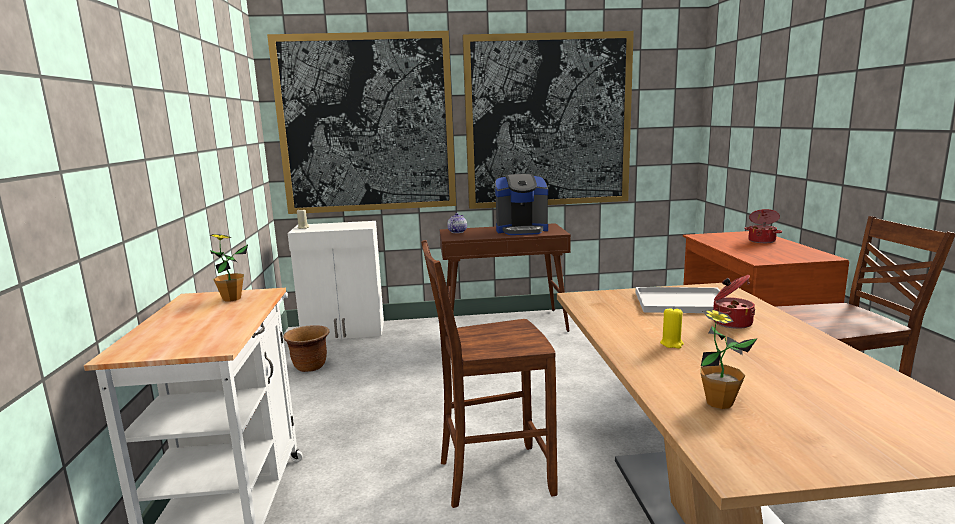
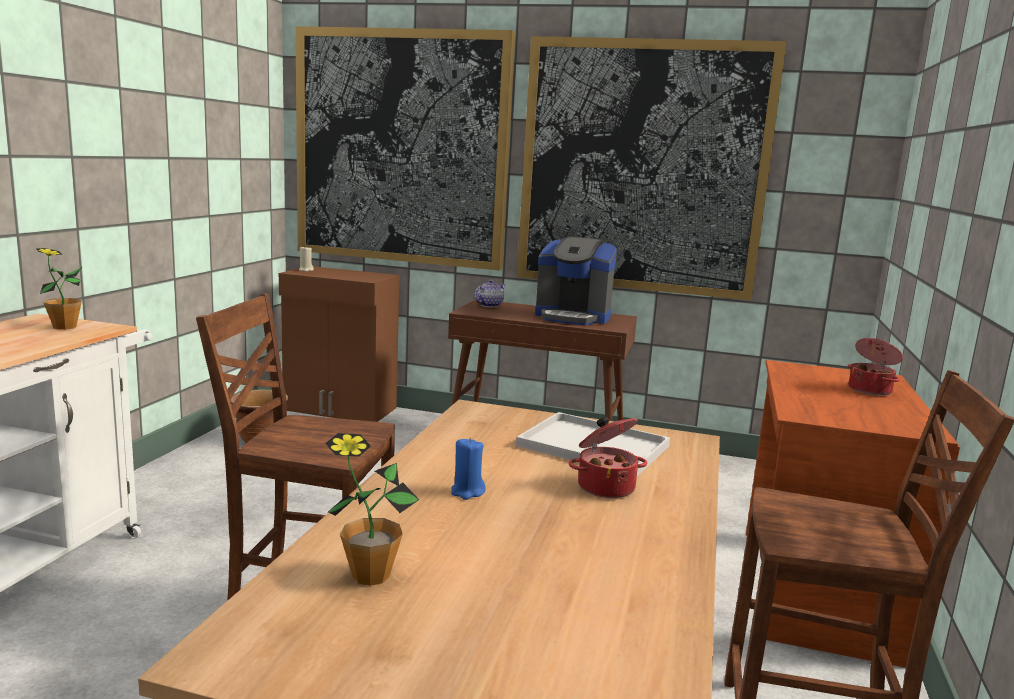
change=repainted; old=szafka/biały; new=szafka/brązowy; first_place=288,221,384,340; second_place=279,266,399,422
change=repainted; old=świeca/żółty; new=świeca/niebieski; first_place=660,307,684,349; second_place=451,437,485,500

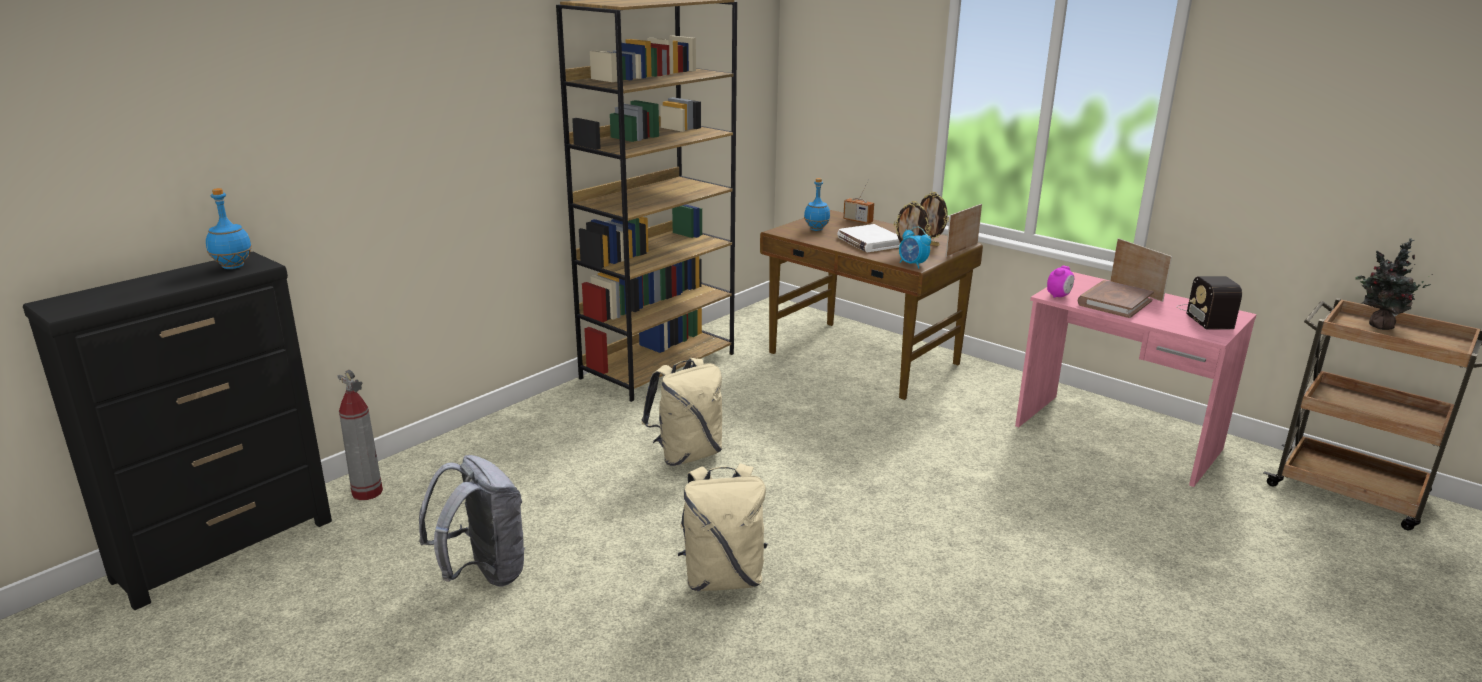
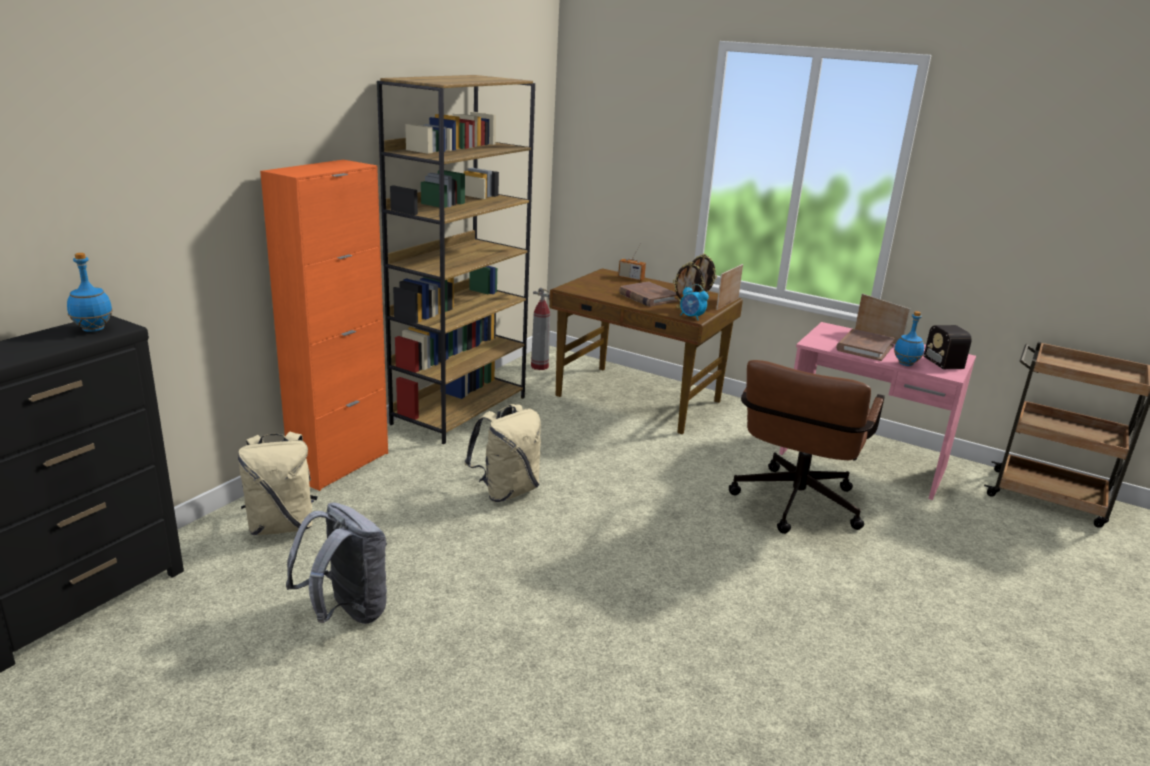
change=shifted; old=plecak/beżowy; first_place=678,463,768,591; second_place=238,432,318,535
change=new; new=szafka/pomarańczowy; second_place=260,160,388,491
change=shifted; old=gaśnica; first_place=337,370,383,500; second_place=531,288,550,370
change=repainted; old=książka/biały; new=książka/brązowy; first_place=837,224,900,252; second_place=619,281,679,307
change=new; new=krzesło biurowe/brązowy; second_place=729,360,885,534
change=shifted; old=butelka/niebieski; first_place=804,178,830,231; second_place=894,311,924,366
change=gone; old=budzik; first_place=1047,266,1074,298
change=gone; old=roślina doniczkowa; first_place=1355,238,1432,330

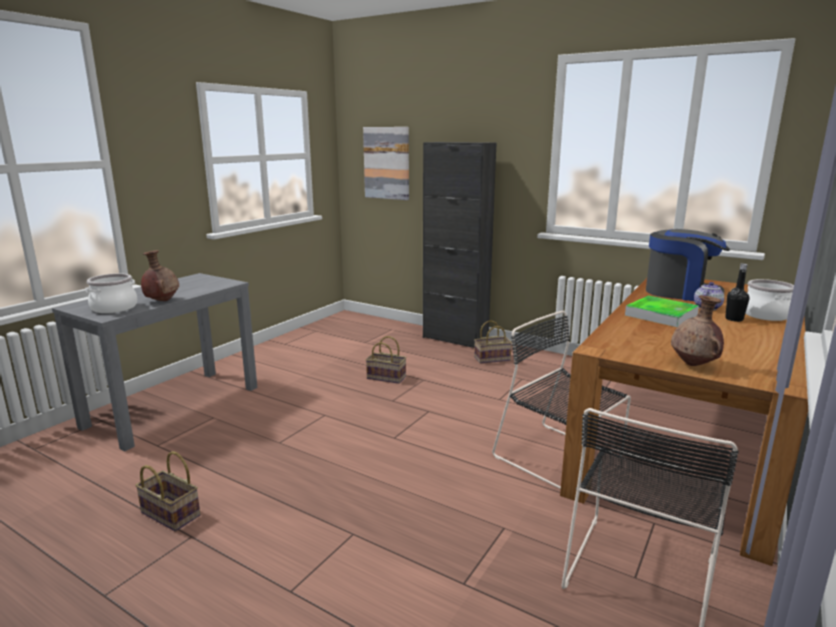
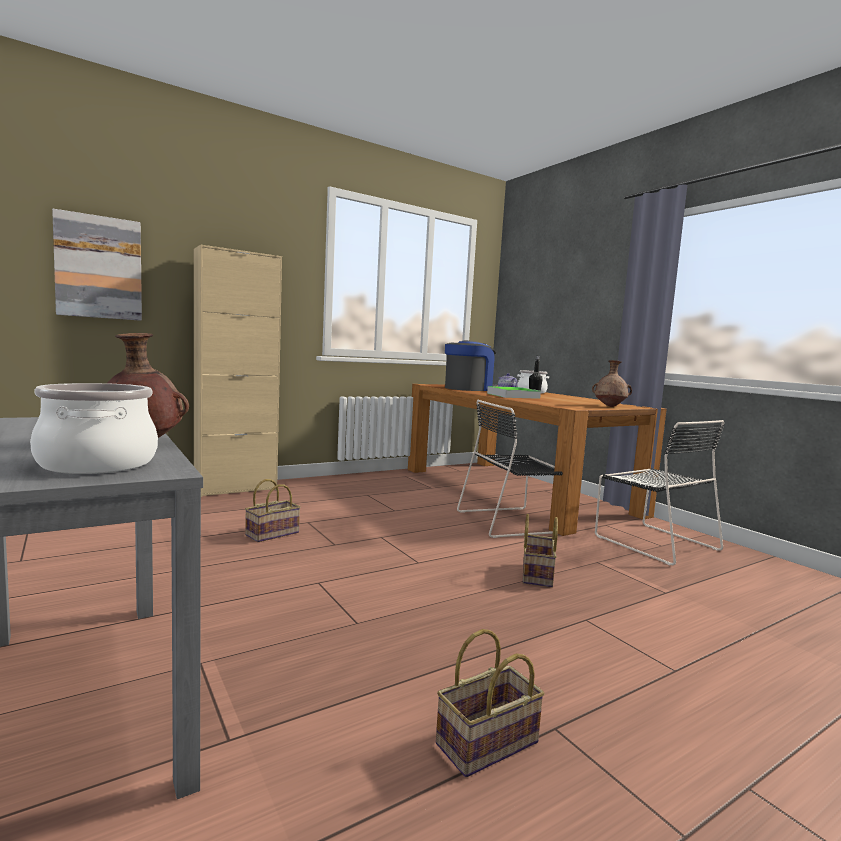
change=repainted; old=szafka/czarny; new=szafka/beżowy; first_place=423,142,496,348; second_place=194,245,282,497
change=shifted; old=koszyk; first_place=474,321,512,364; second_place=523,514,558,587

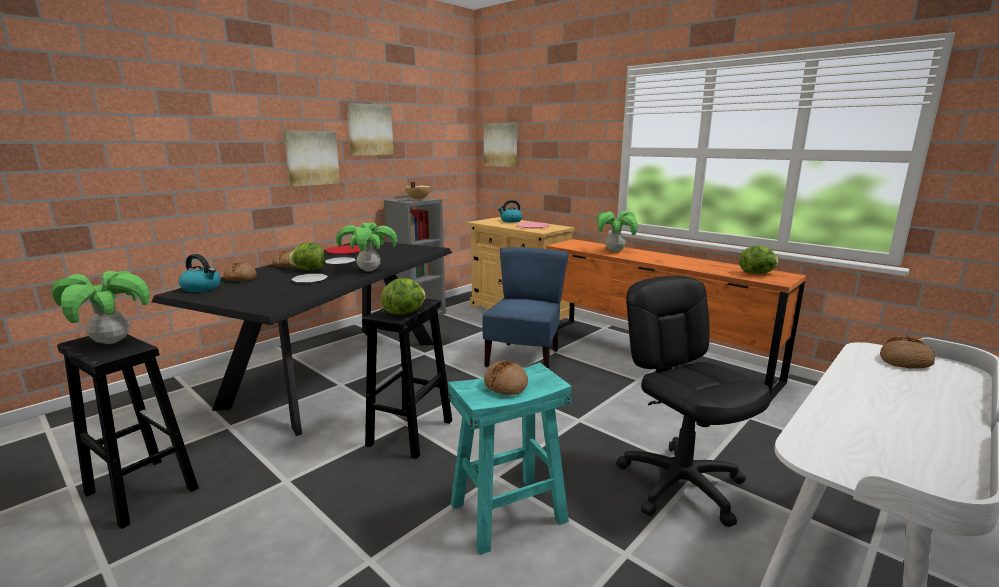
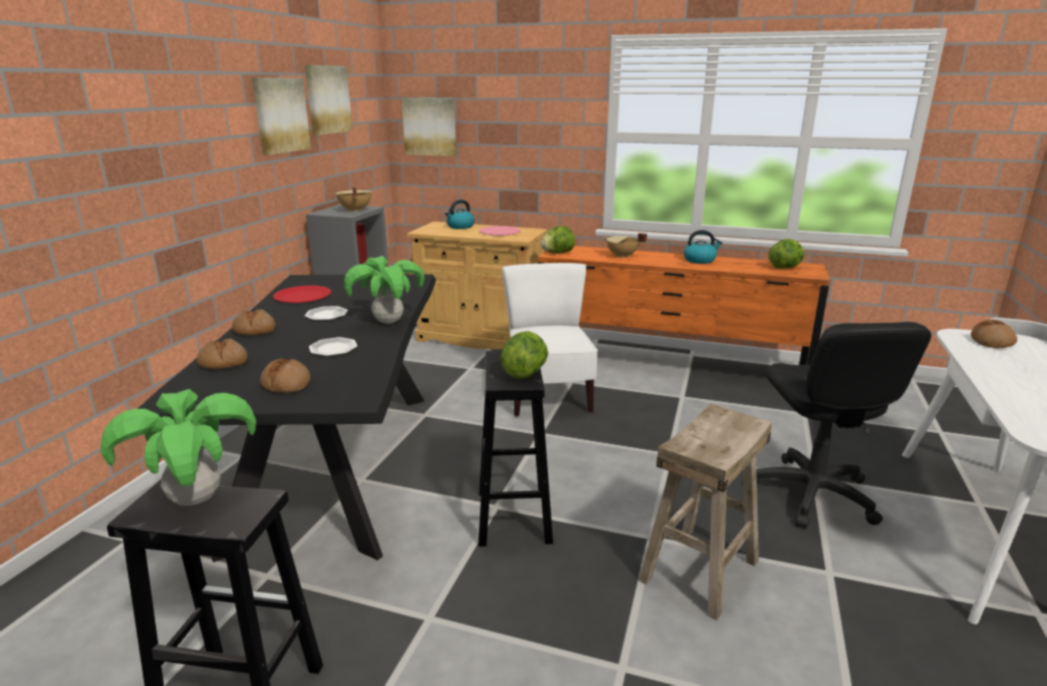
change=shifted; old=chleb; first_place=484,361,528,395; second_place=260,359,310,393
change=shifted; old=obraz; first_place=284,131,340,187; second_place=305,65,353,135
change=repainted; old=krzesło/niebieski; new=krzesło/biały; first_place=482,247,569,369; second_place=502,263,598,417
change=shifted; old=sałata; first_place=288,242,325,270; second_place=541,226,575,253
change=swapped; old=roślina doniczkowa; new=garnek/beżowy; first_place=597,211,638,252; second_place=603,233,647,258
change=repainted; old=stołek/turkusowy; new=stołek/beżowy; first_place=448,363,572,555; second_place=638,403,772,620
change=shifted; old=czajnik; first_place=178,254,221,292; second_place=684,230,722,264
change=rotated; old=krzesło biurowe/czarny; first_place=616,276,771,527; second_place=756,322,931,528; degrees=-135

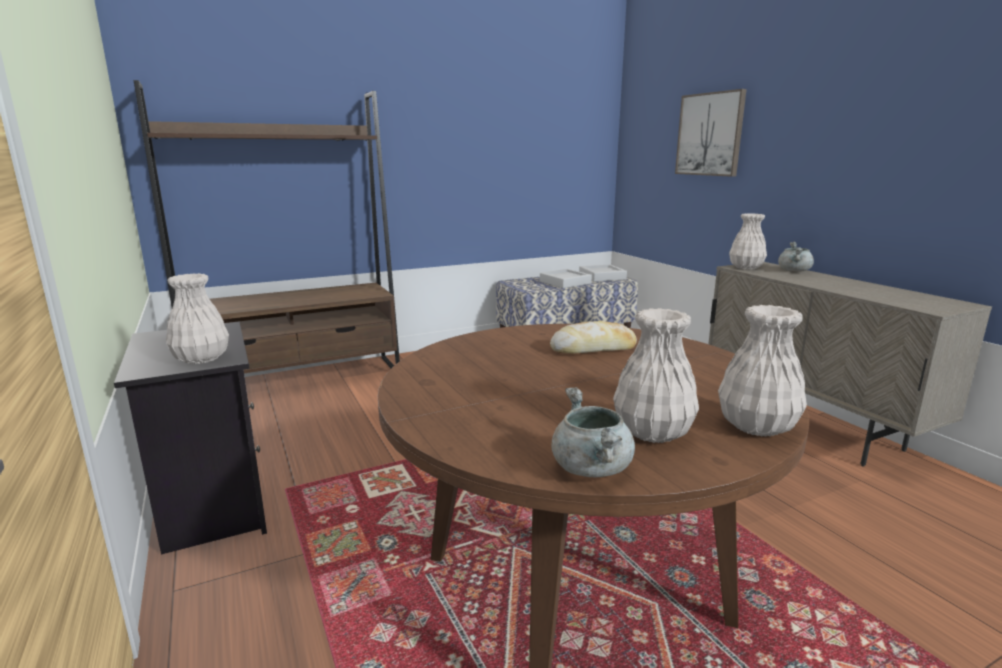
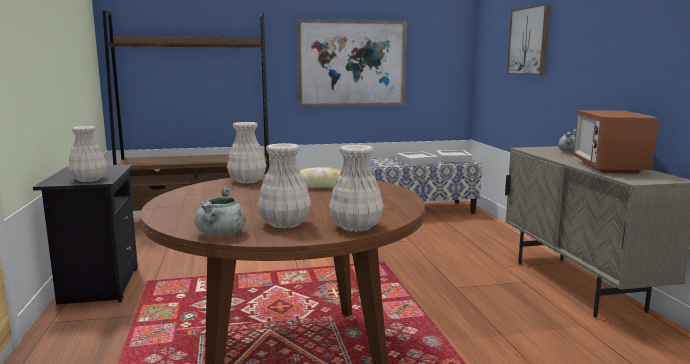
change=shifted; old=wazon/biały; first_place=729,213,767,269; second_place=227,122,266,184
change=new; new=obraz; second_place=297,19,407,107
change=new; new=mikrofalówka; second_place=574,110,659,174

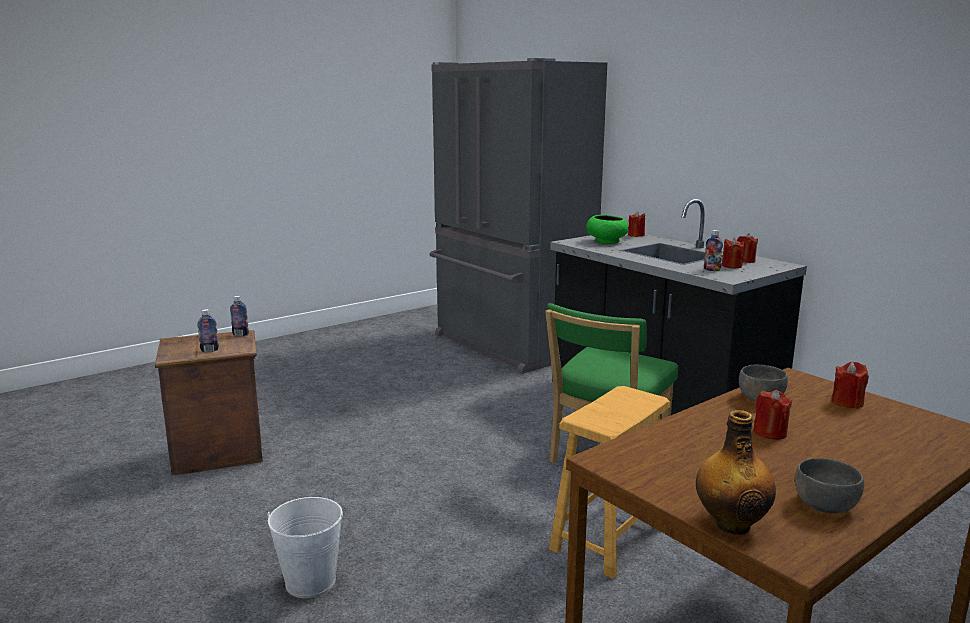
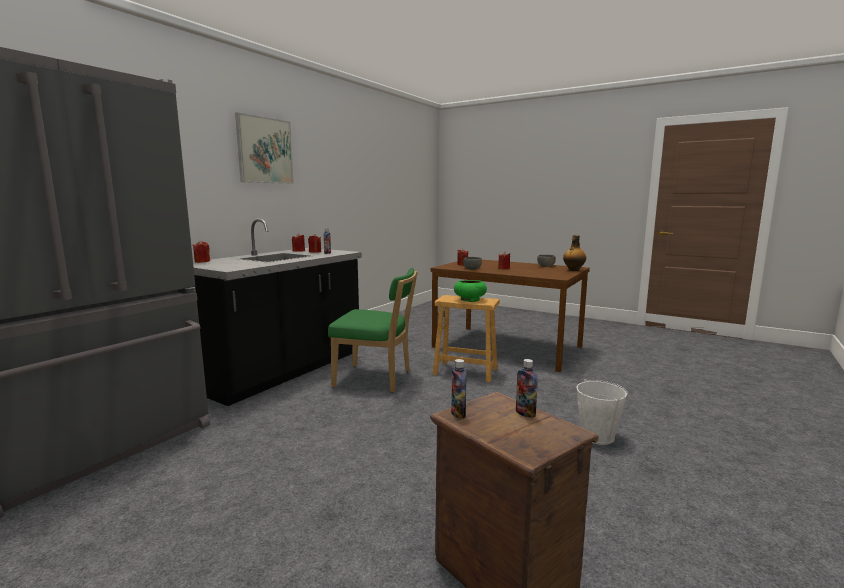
change=new; new=obraz; second_place=235,112,294,184
change=shifted; old=miska/zielony; first_place=586,215,629,244; second_place=454,280,487,302

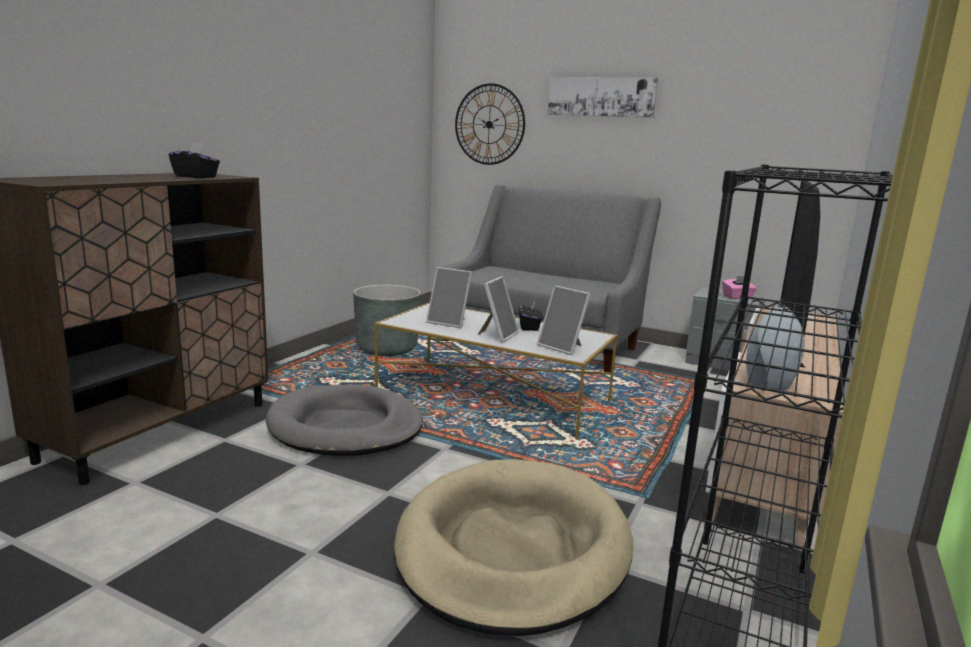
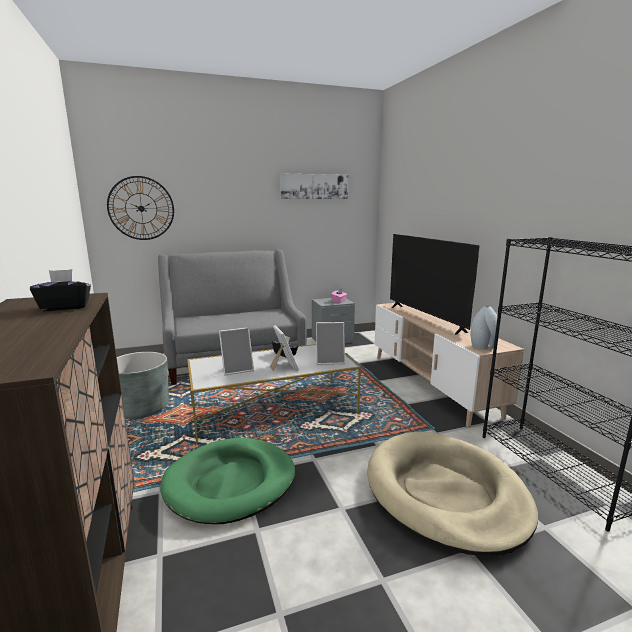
change=repainted; old=legowisko/szary; new=legowisko/zielony; first_place=266,385,423,456; second_place=160,438,295,524
change=shifted; old=obraz; first_place=548,77,658,118; second_place=280,173,348,199

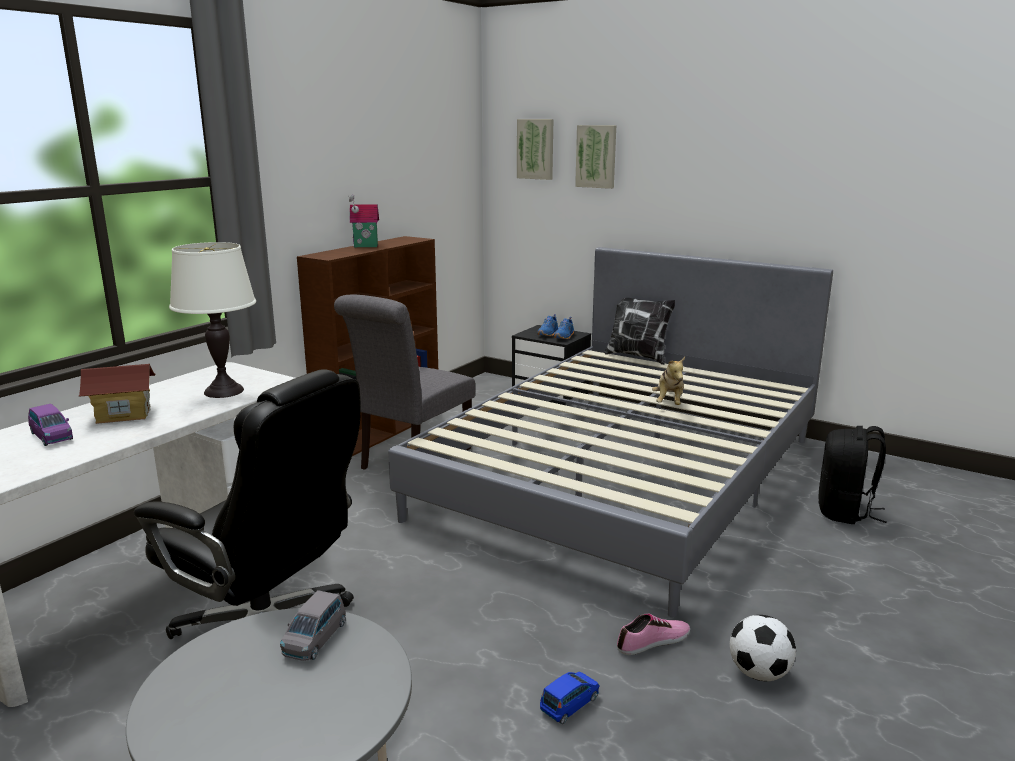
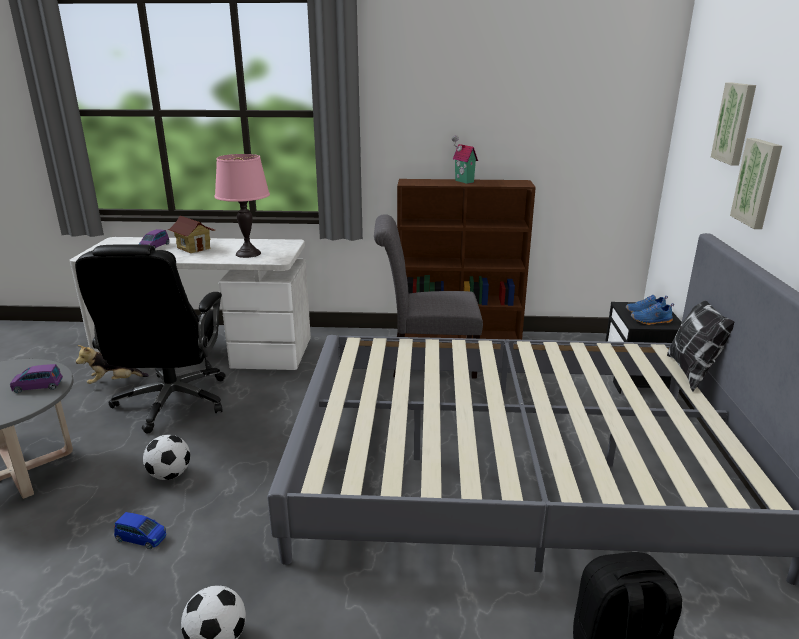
change=repainted; old=samochodzik/szary; new=samochodzik/fioletowy; first_place=280,590,346,661; second_place=10,364,63,393
change=shifted; old=pluszak; first_place=652,357,685,405; second_place=76,345,149,384
change=new; new=piłka futbolowa; second_place=143,435,190,480
change=repainted; old=lampa stołowa/biały; new=lampa stołowa/różowy; first_place=169,242,256,398; second_place=214,154,270,258
change=shifted; old=obraz; first_place=517,119,553,180; second_place=730,138,782,229
change=gone; old=but; first_place=617,614,690,655

